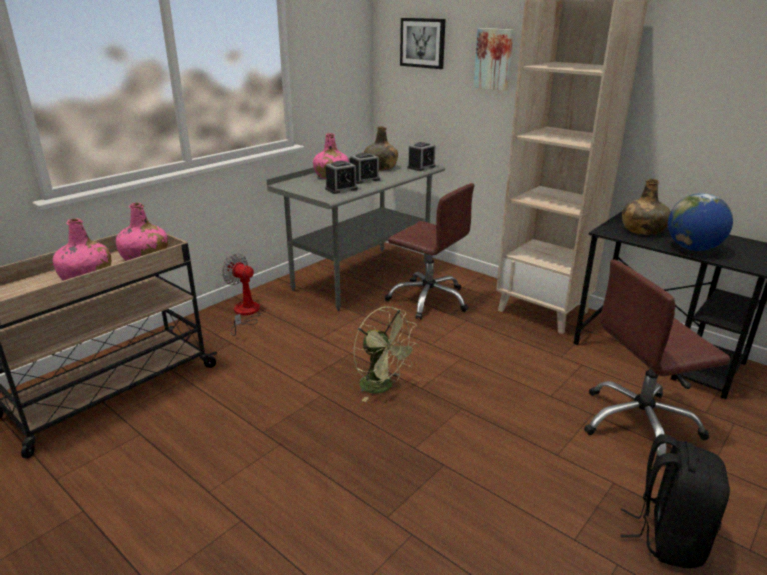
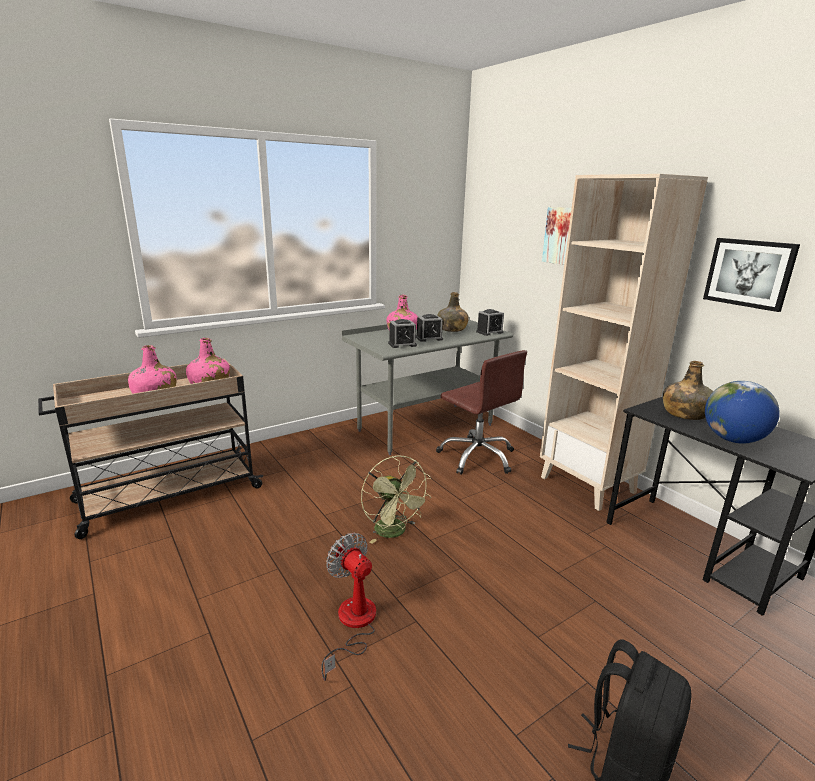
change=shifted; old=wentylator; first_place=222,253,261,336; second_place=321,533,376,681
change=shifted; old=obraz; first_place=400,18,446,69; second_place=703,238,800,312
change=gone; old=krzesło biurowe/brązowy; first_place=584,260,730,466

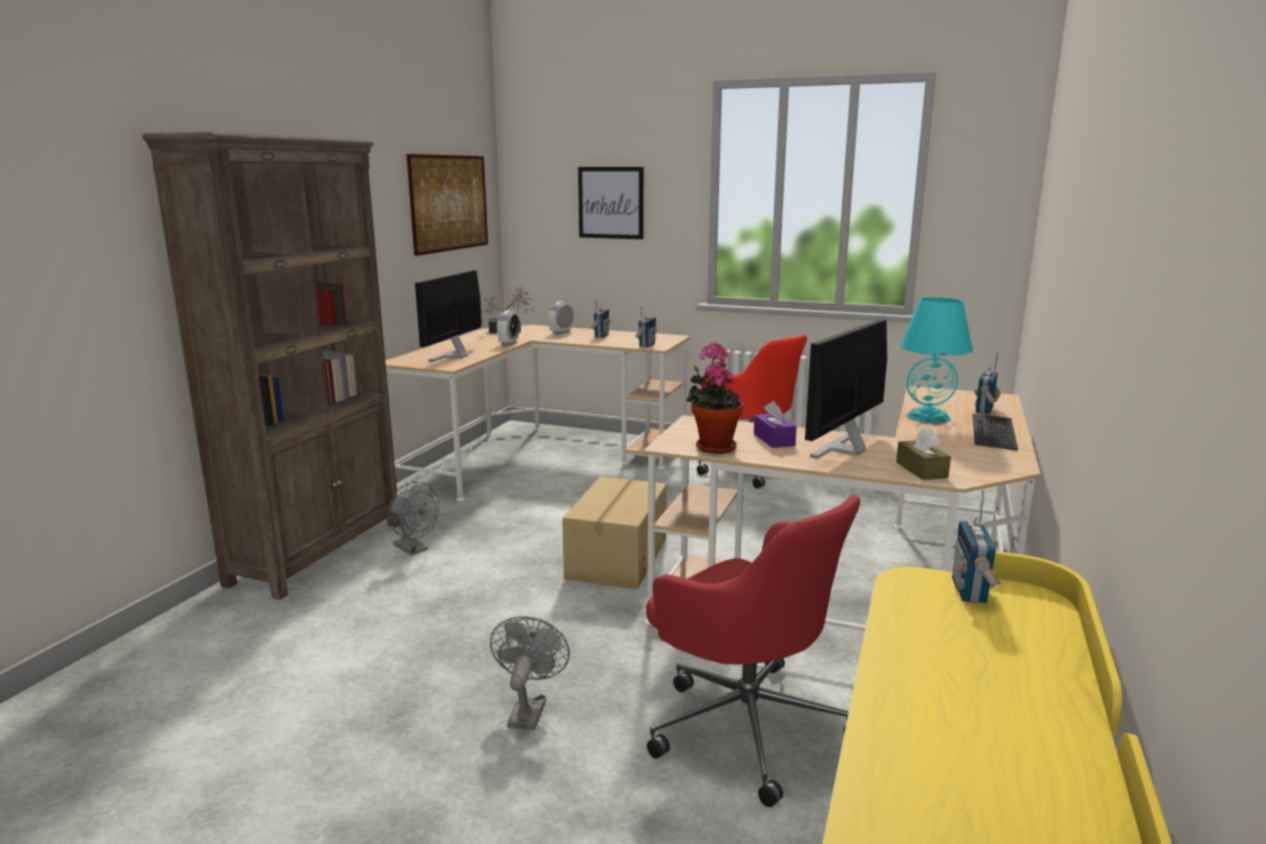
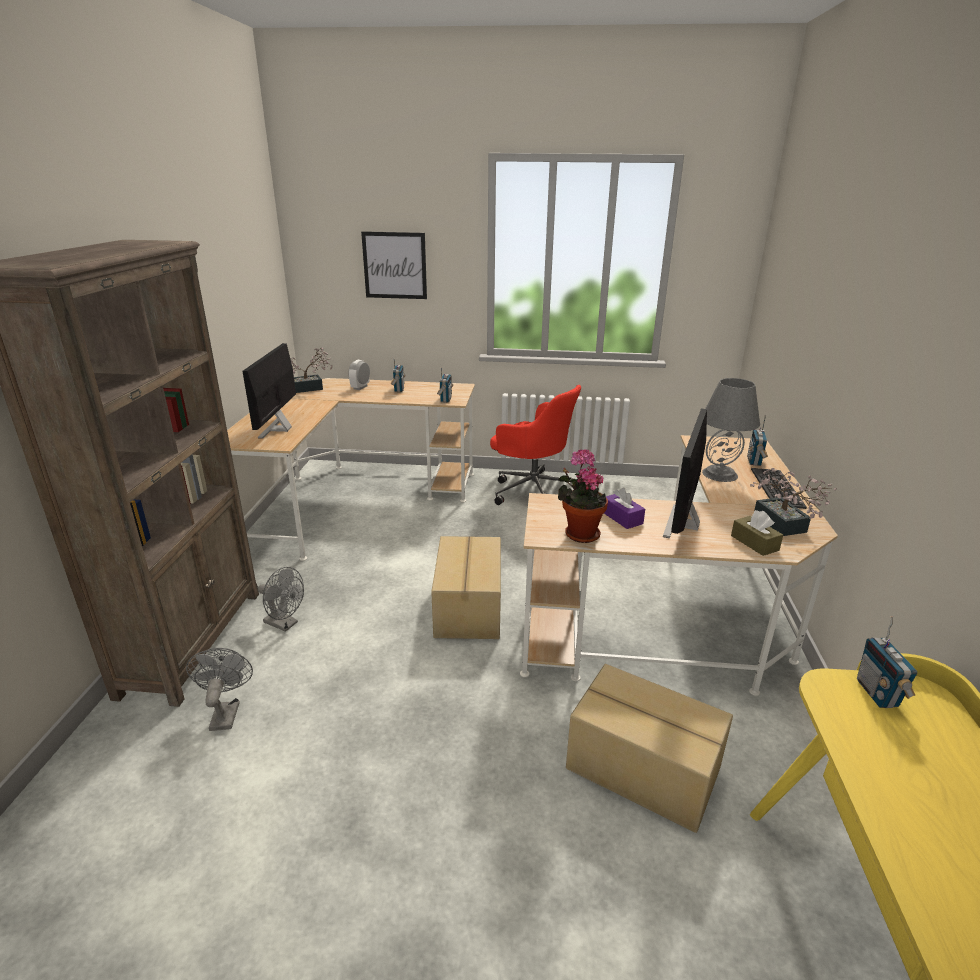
change=shifted; old=wentylator/szary; first_place=490,616,570,730; second_place=186,648,253,731
change=swapped; old=krzesło biurowe/czerwony; new=karton; first_place=646,495,860,807; second_place=566,664,733,833
change=repainted; old=lampa stołowa/turkusowy; new=lampa stołowa/szary; first_place=900,297,973,423; second_place=702,378,760,482
change=new; new=roślina doniczkowa; second_place=750,468,837,536
change=gone; old=obraz; first_place=407,154,488,256
change=gone; old=budzik; first_place=496,311,520,346

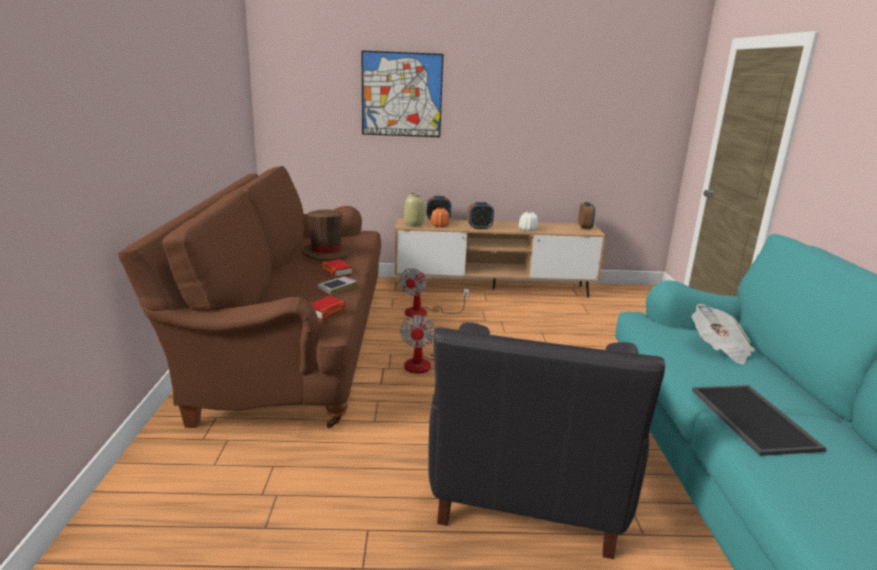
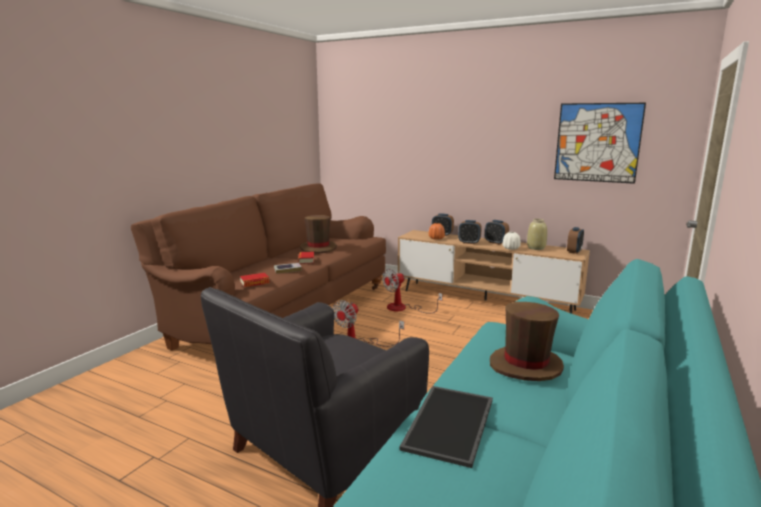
change=new; new=budzik; second_place=485,220,509,245
change=swapped; old=gazeta; new=kapelusz/brązowy; first_place=692,304,755,364; second_place=490,302,564,381
change=shifted; old=wazon/beżowy; first_place=404,192,425,227; second_place=527,219,547,250
change=shifted; old=obraz; first_place=362,50,443,137; second_place=554,103,646,184

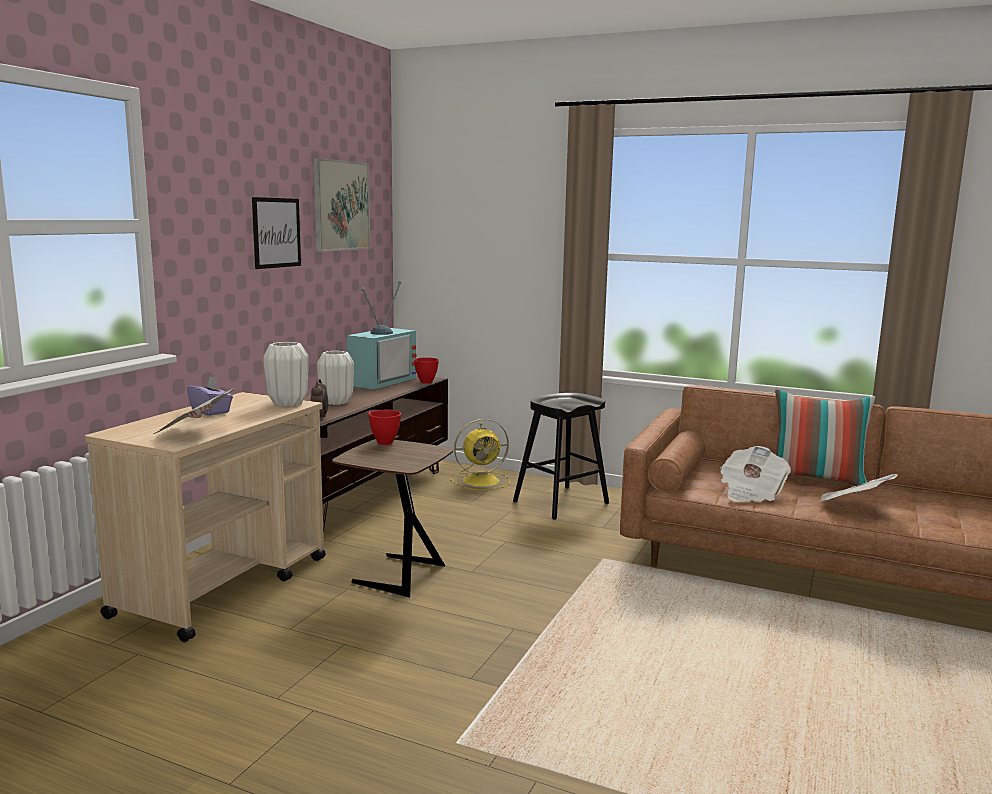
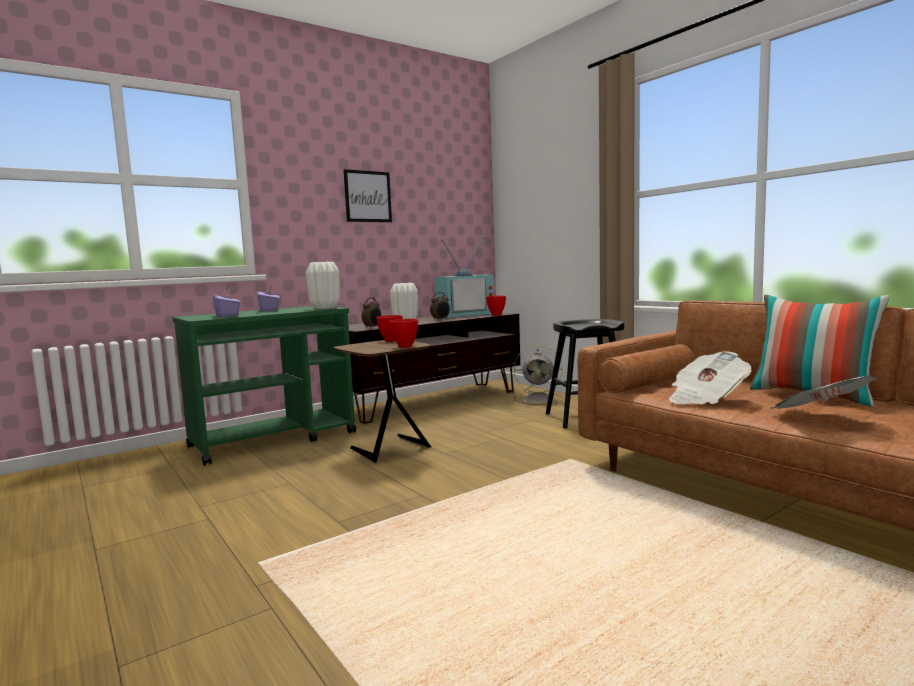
change=repainted; old=wózek/beżowy; new=wózek/zielony; first_place=85,392,326,642; second_place=172,306,356,466
change=swapped; old=gazeta; new=pudełko chusteczek/fioletowy; first_place=154,388,234,434; second_place=213,289,240,317
change=new; new=miska/czerwony; second_place=390,319,418,348
change=new; new=budzik; second_place=430,292,450,321
change=repainted; old=wentylator/żółty; new=wentylator/szary; first_place=450,419,510,490; second_place=514,345,564,405
change=gone; old=obraz; first_place=313,158,370,252

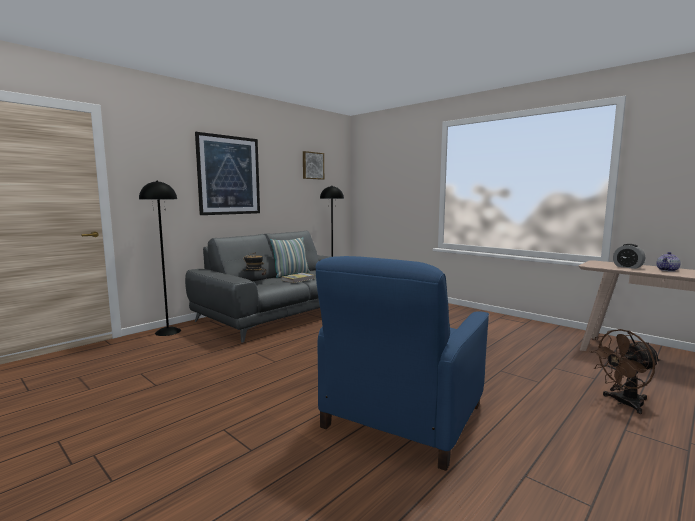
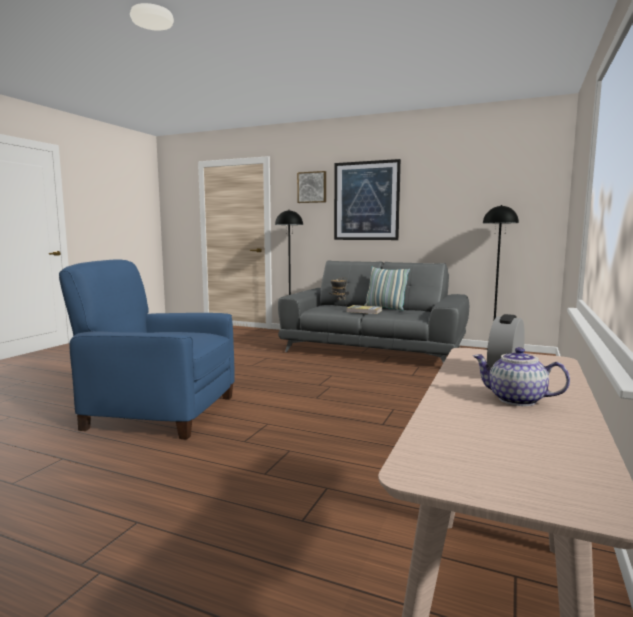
change=shifted; old=obraz; first_place=303,151,324,180; second_place=297,171,326,203
change=gone; old=wentylator/brązowy; first_place=590,329,661,414

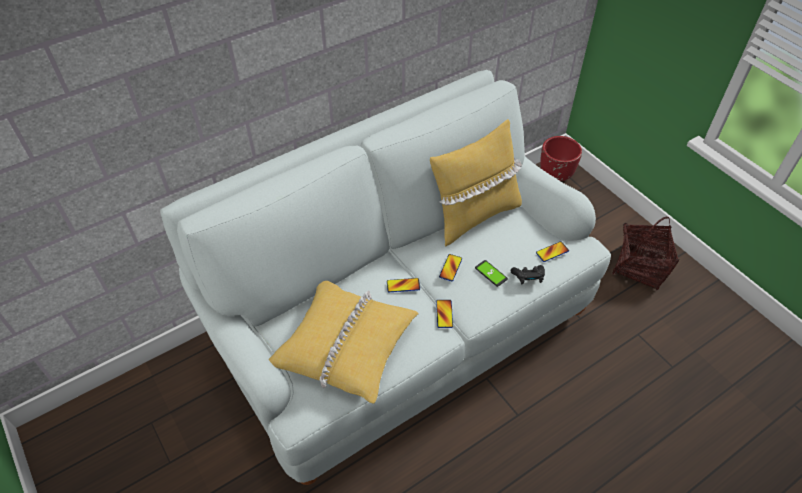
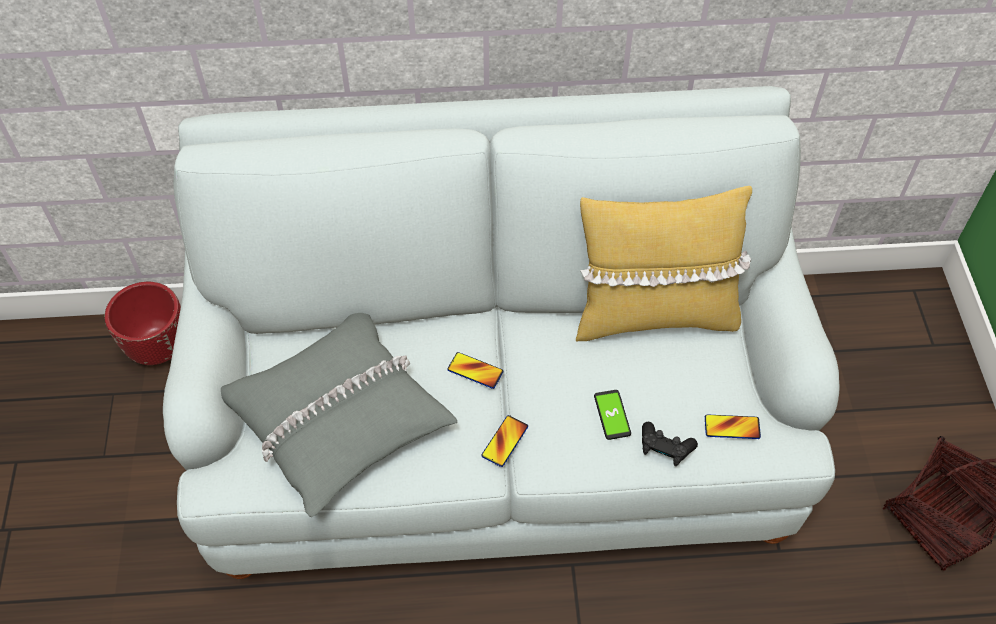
change=shifted; old=donica/czerwony; first_place=540,136,582,181; second_place=104,282,181,365
change=repainted; old=poduszka/żółty; new=poduszka/szary; first_place=269,281,419,403; second_place=221,313,457,517
change=gone; old=telefon; first_place=439,254,462,281

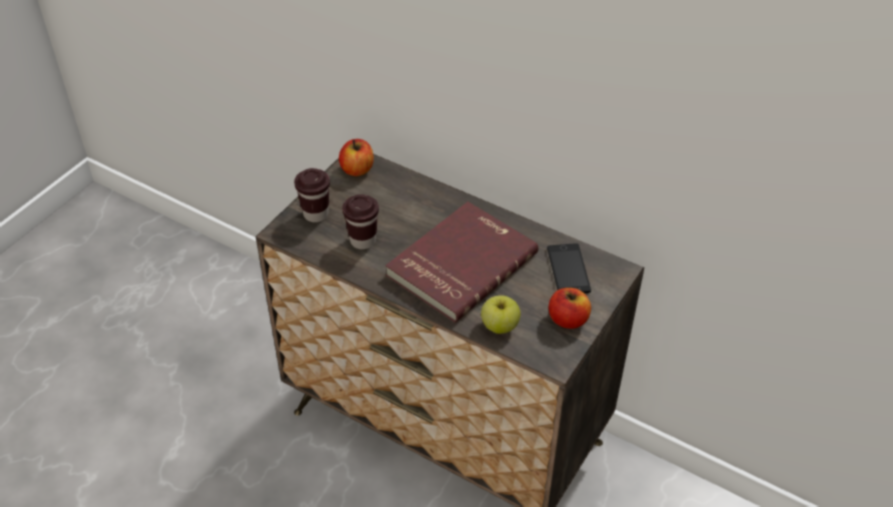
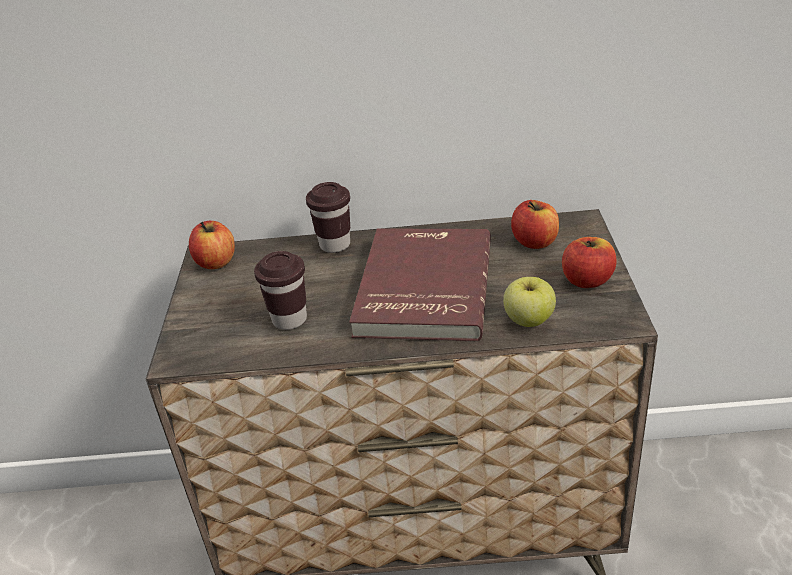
change=shifted; old=filiżanka/brązowy; first_place=294,168,330,222; second_place=306,182,350,253
change=swapped; old=telefon; new=jabłko; first_place=547,243,591,293; second_place=511,200,559,249

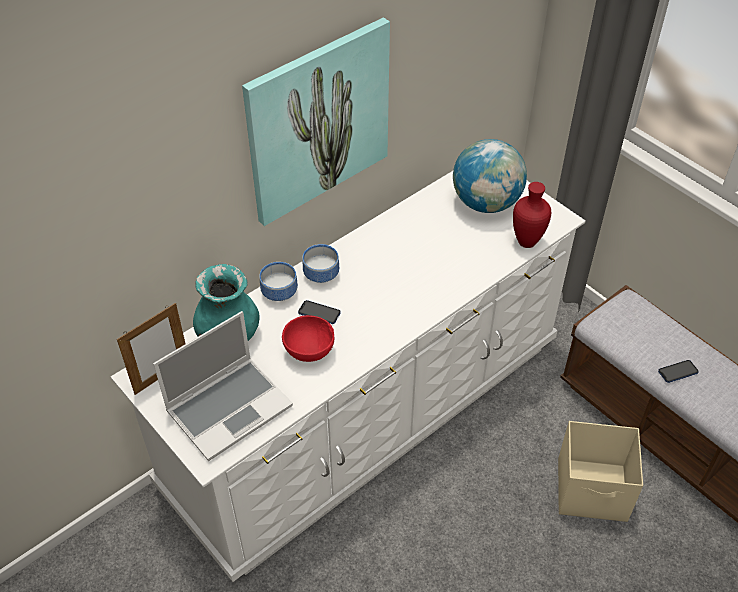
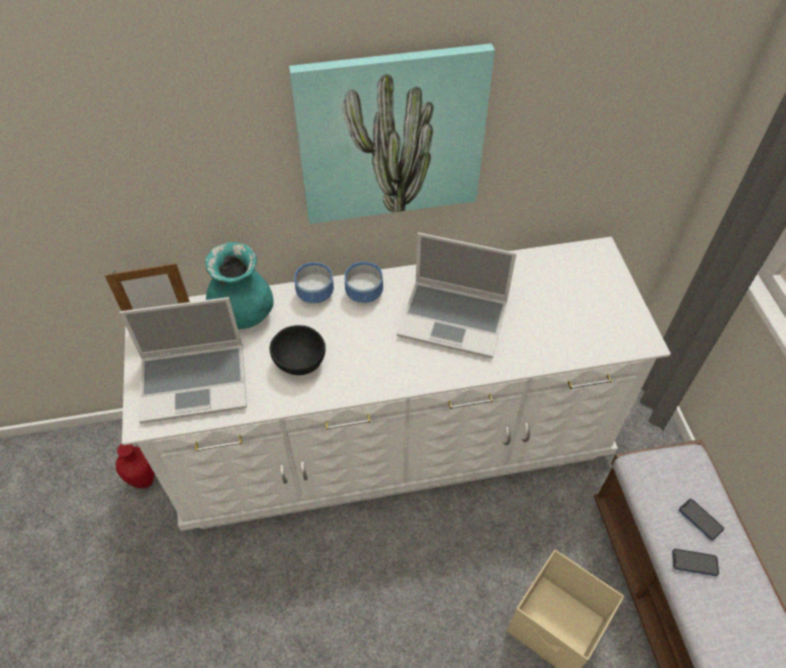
change=shifted; old=wazon/czerwony; first_place=513,182,551,248; second_place=116,444,155,488
change=repainted; old=miska/czerwony; new=miska/czarny; first_place=282,315,334,362; second_place=270,325,326,375
change=new; new=laptop; second_place=397,232,517,358
change=shifted; old=telefon; first_place=298,300,341,324; second_place=679,499,724,540
change=gone; old=globus; first_place=453,139,527,213

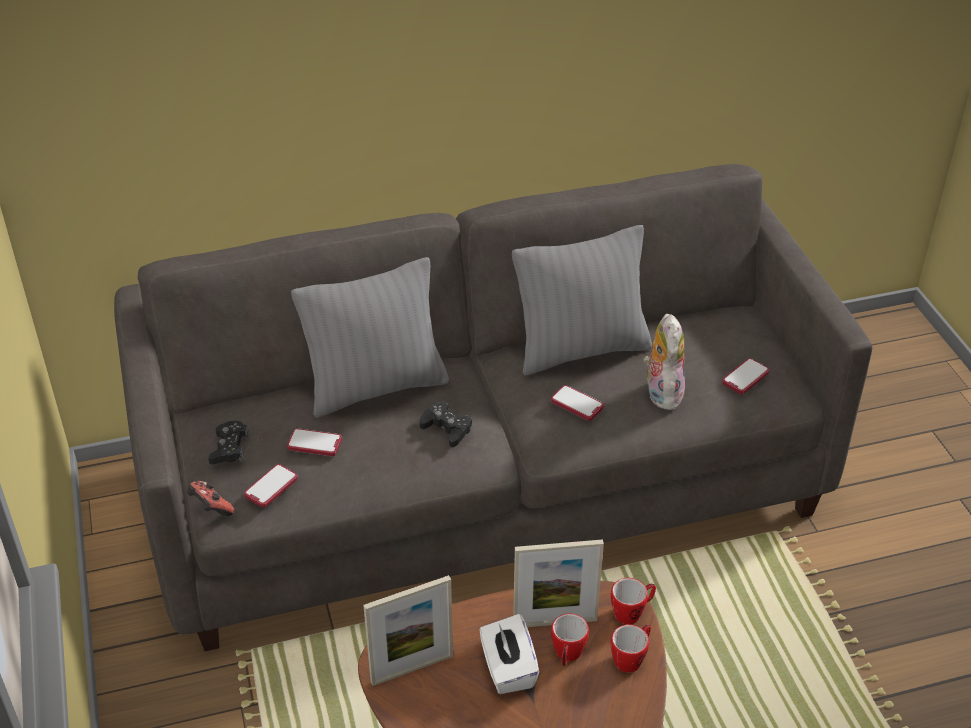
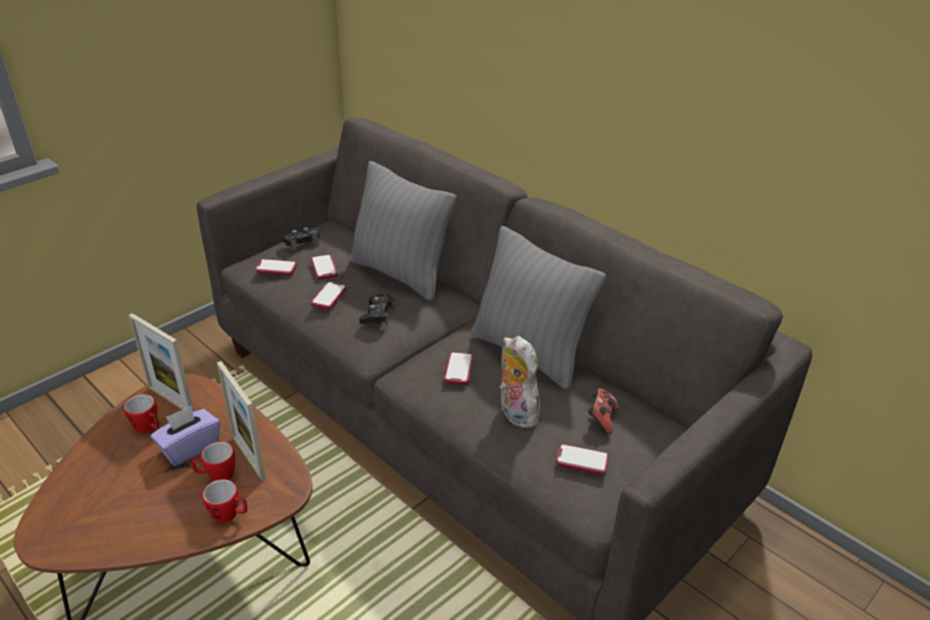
change=shifted; old=kubek; first_place=611,578,656,624; second_place=124,394,159,433
change=repainted; old=pudełko chusteczek/biały; new=pudełko chusteczek/fioletowy; first_place=480,614,539,694; second_place=150,406,220,466
change=new; new=telefon; second_place=311,282,347,310
change=rotated; old=pluszak; first_place=643,314,685,410; second_place=499,336,540,428; degrees=-90
change=shifted; old=pad do gier; first_place=187,481,234,516; second_place=588,389,619,435

